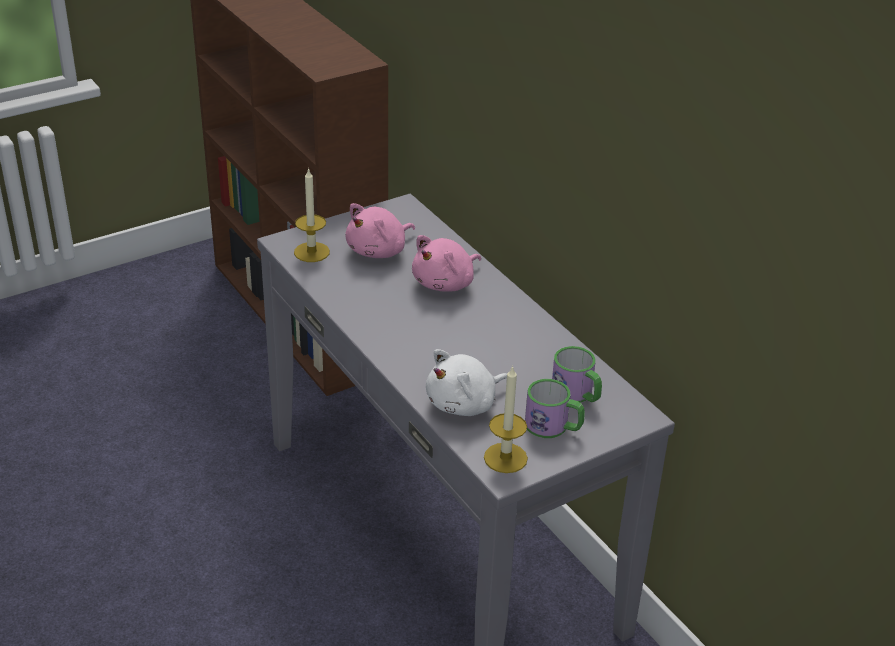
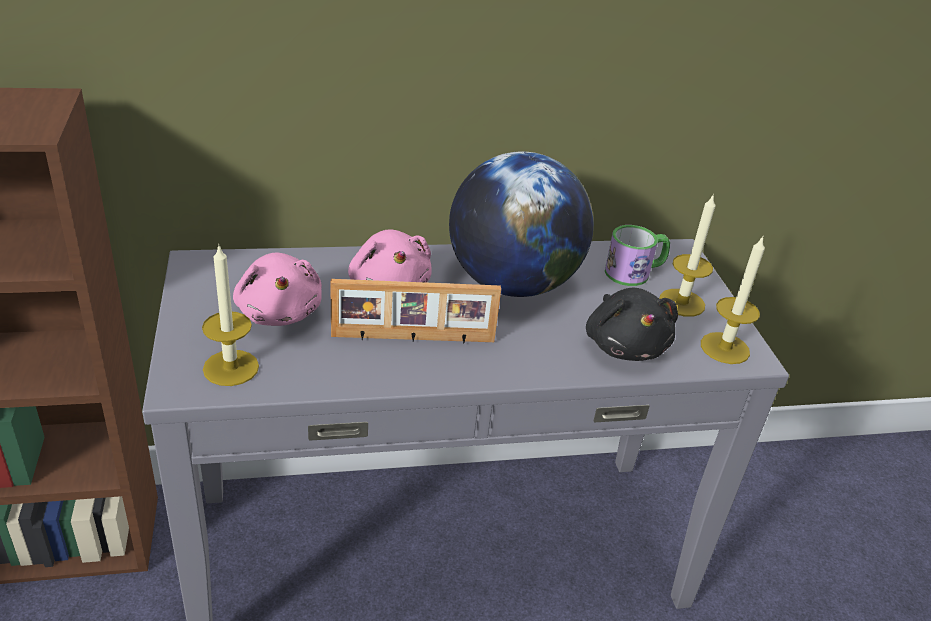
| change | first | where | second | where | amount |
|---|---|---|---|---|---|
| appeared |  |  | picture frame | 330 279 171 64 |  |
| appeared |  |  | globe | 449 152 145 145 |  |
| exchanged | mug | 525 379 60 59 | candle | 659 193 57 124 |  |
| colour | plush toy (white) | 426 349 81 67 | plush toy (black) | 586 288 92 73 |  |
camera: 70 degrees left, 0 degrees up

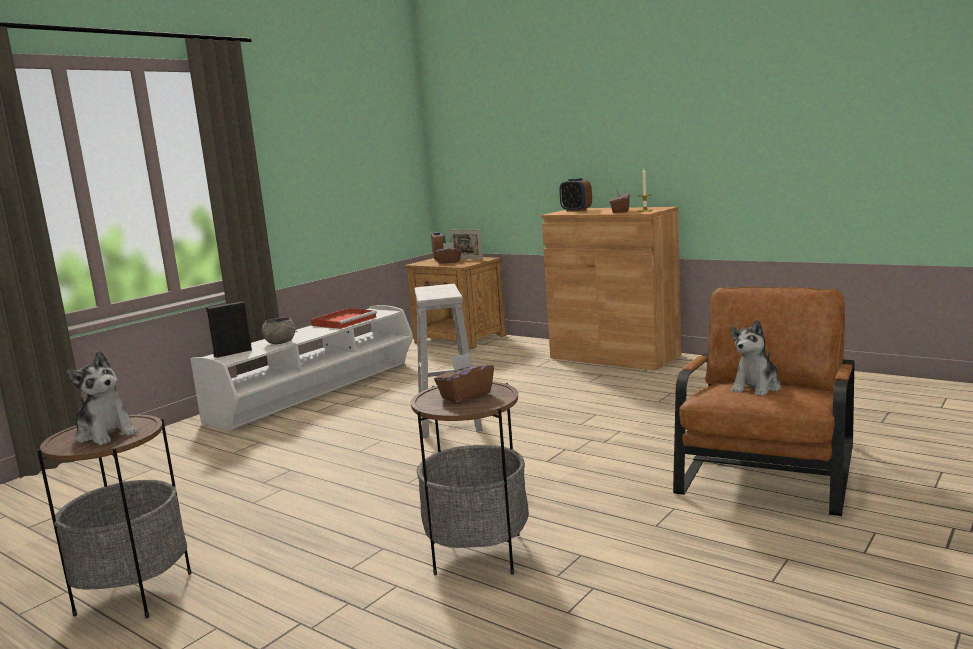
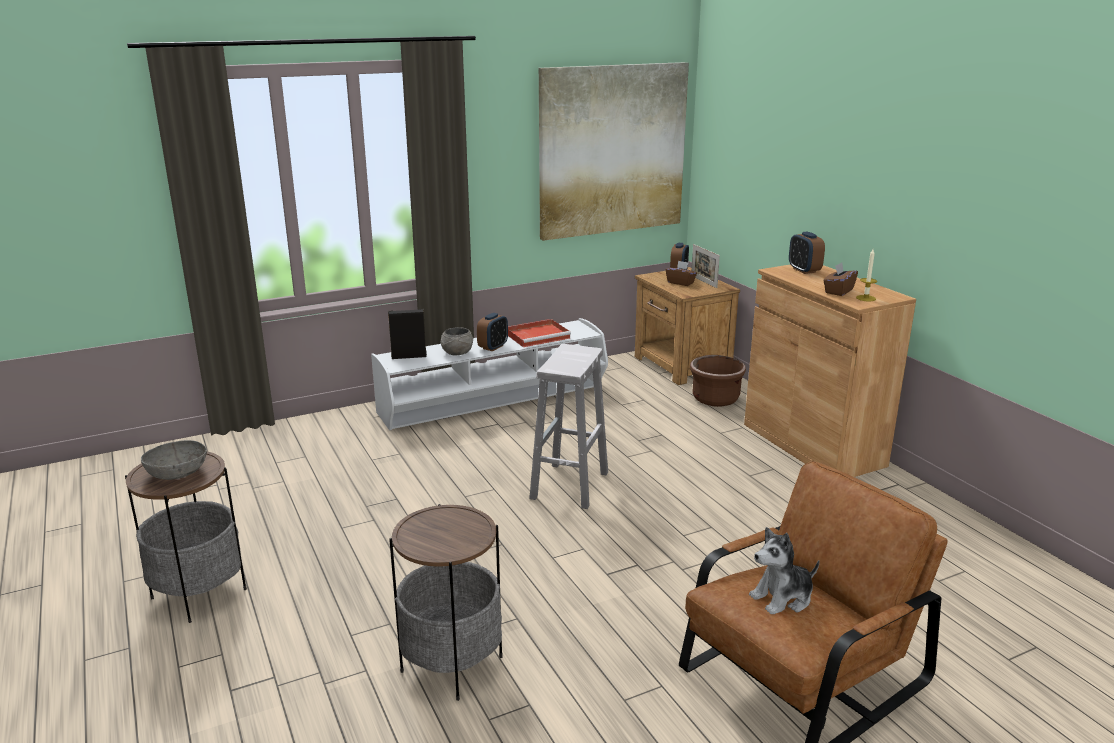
| change | first | where | second | where | amount |
|---|---|---|---|---|---|
| missing | tissue box (brown) | 434 353 60 50 |  |  |  |
| appeared |  |  | alarm clock | 477 313 31 38 |  |
| appeared |  |  | picture | 539 62 150 179 |  |
| appeared |  |  | planter (brown) | 690 355 56 52 |  |
| exchanged | plush toy | 66 351 72 94 | bowl (grey) | 141 440 66 40 |  |
camera: 25 degrees right, 10 degrees up

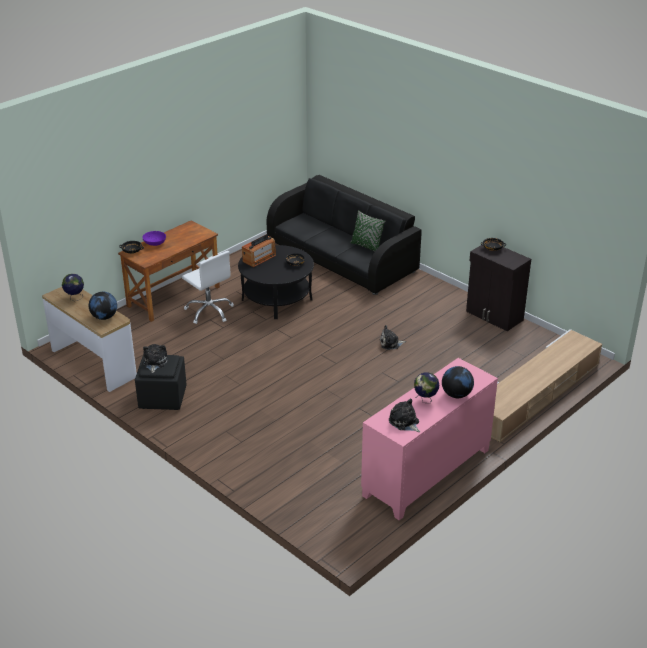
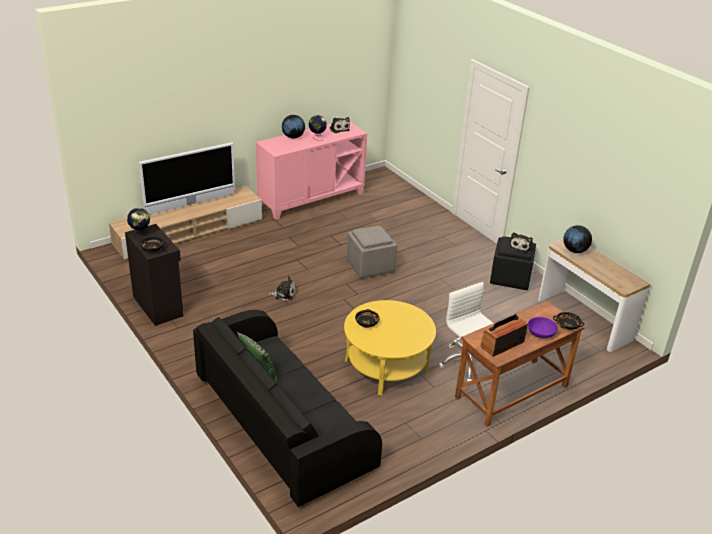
| change | first | where | second | where | amount |
|---|---|---|---|---|---|
| appeared |  |  | television | 139 142 96 72 |  |
| appeared |  |  | ottoman (grey) | 347 226 50 53 |  |
| relocated | globe | 62 274 22 27 |  | 127 208 23 29 |  |
| relocated | radio | 242 234 34 33 |  | 480 314 48 43 |  |
| colour | coffee table (black) | 238 245 76 74 | coffee table (yellow) | 344 300 92 95 |  |
camera: 170 degrees left, 0 degrees up

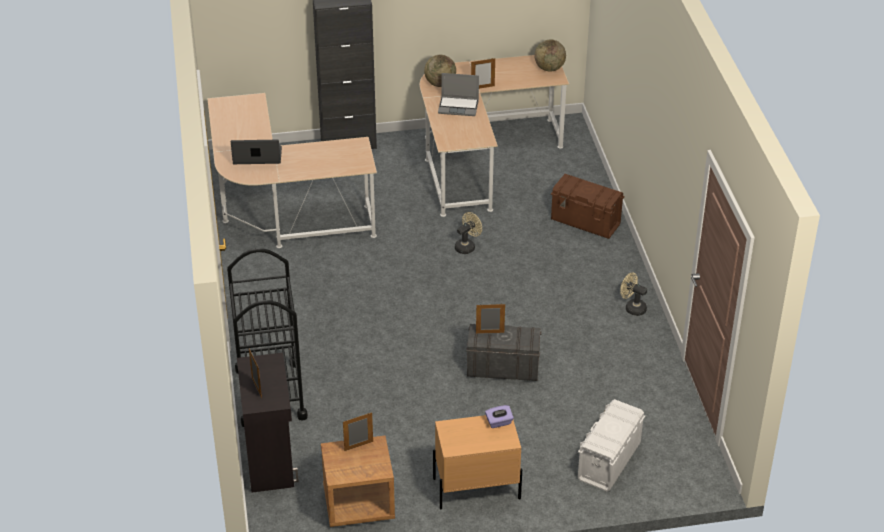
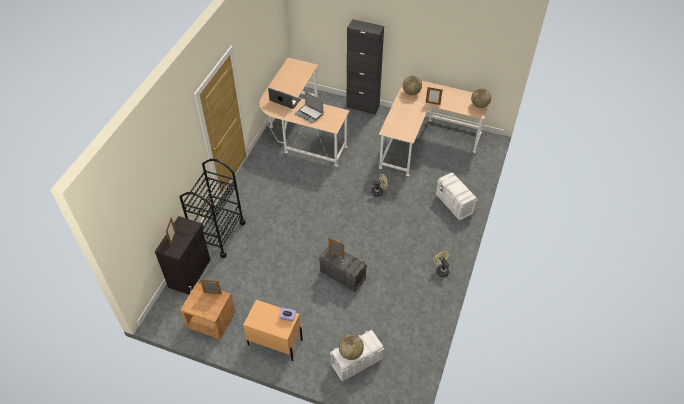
| change | first | where | second | where | amount |
|---|---|---|---|---|---|
| appeared |  |  | globe | 339 334 25 26 |  |
| relocated | laptop | 438 73 41 43 |  | 295 92 28 31 |  |
| colour | storage box (brown) | 551 174 74 65 | storage box (white) | 436 173 42 47 |  |
camera: 30 degrees right, 10 degrees up

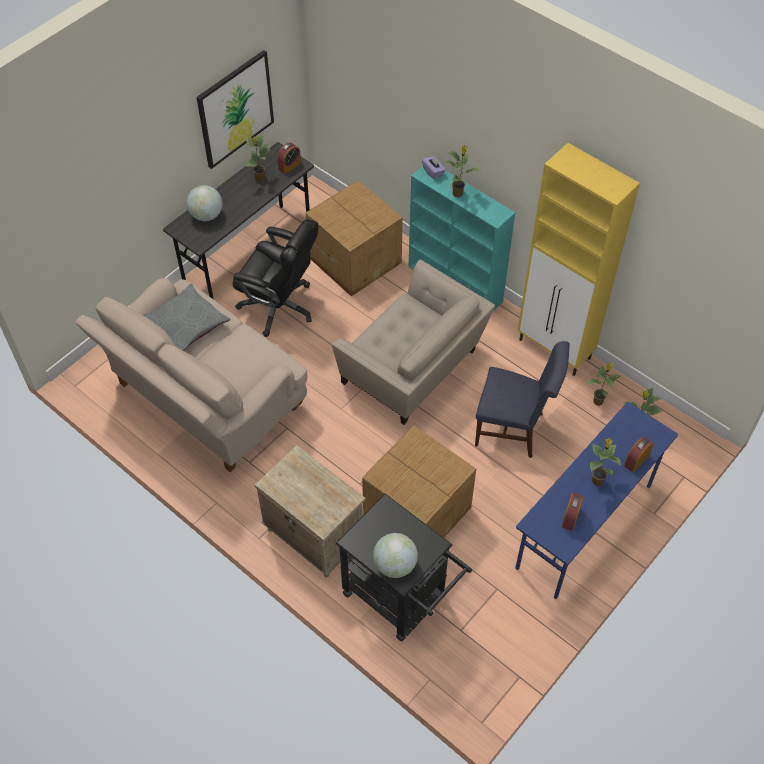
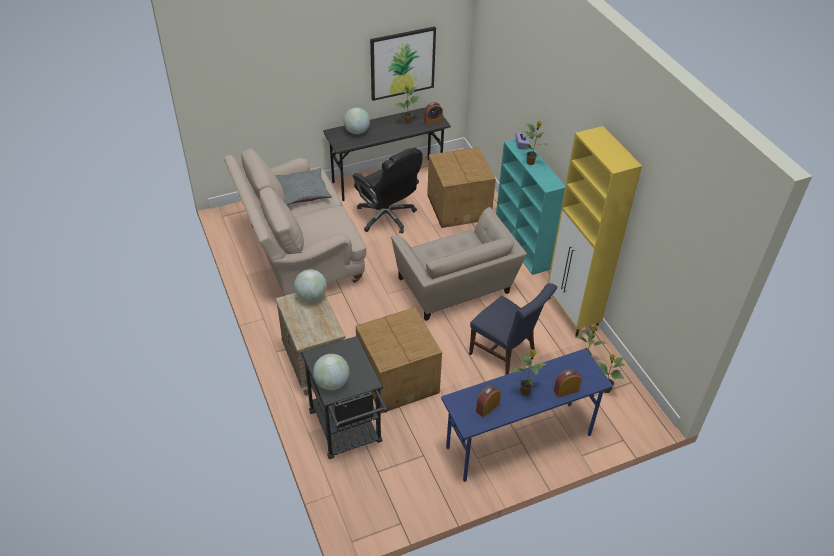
| change | first | where | second | where | amount |
|---|---|---|---|---|---|
| appeared |  |  | globe | 294 269 33 33 |  |
camera: 25 degrees right, 10 degrees down

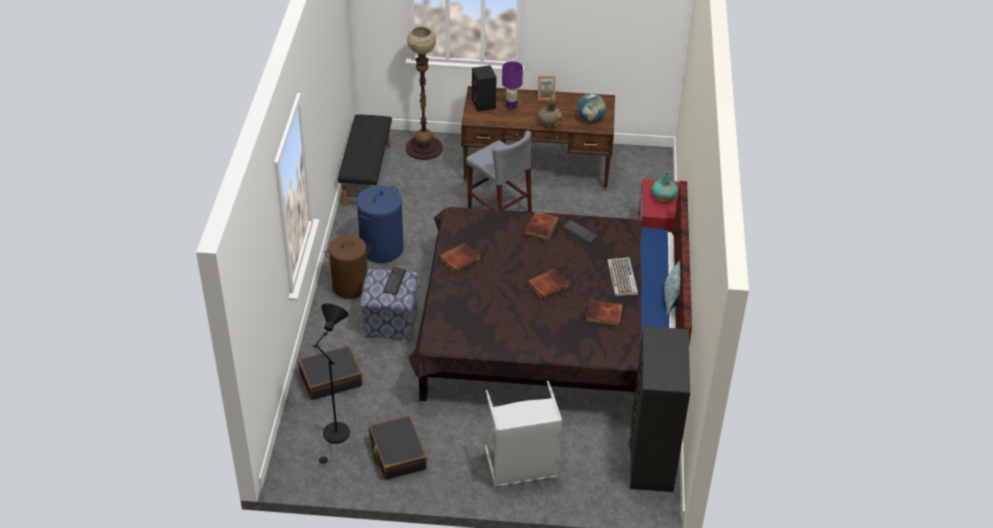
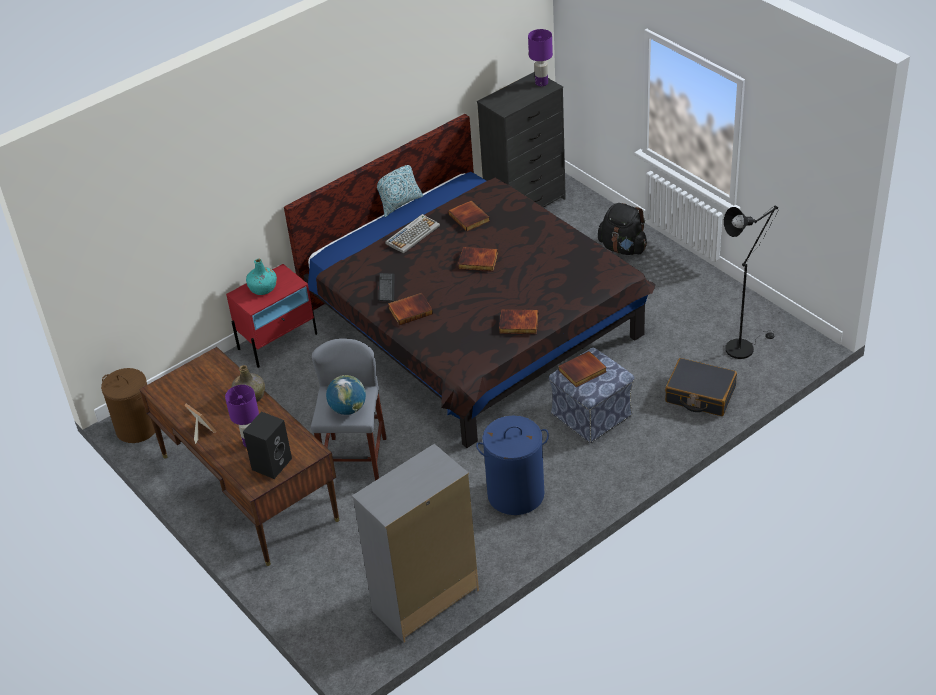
| change | first | where | second | where | amount |
|---|---|---|---|---|---|
| missing | suitcase (black) | 369 416 58 64 |  |  |  |
| missing | floor lamp | 406 27 37 133 |  |  |  |
| appeared |  |  | table lamp (purple) | 528 29 25 57 |  |
| relocated | laundry basket (brown) | 325 235 46 64 |  | 101 368 54 75 |  |
| relocated | globe | 577 94 29 29 |  | 326 375 40 40 |  |
| exchanged | bench (black) | 338 114 54 92 | dresser (grey) | 352 444 127 199 |  |
| exchanged | keyboard | 384 267 22 28 | book | 558 351 49 36 |  |
| exchanged | laundry basket (grey) | 485 381 77 106 | backpack (black) | 598 203 49 52 |  |
camera: 130 degrees left, 0 degrees up

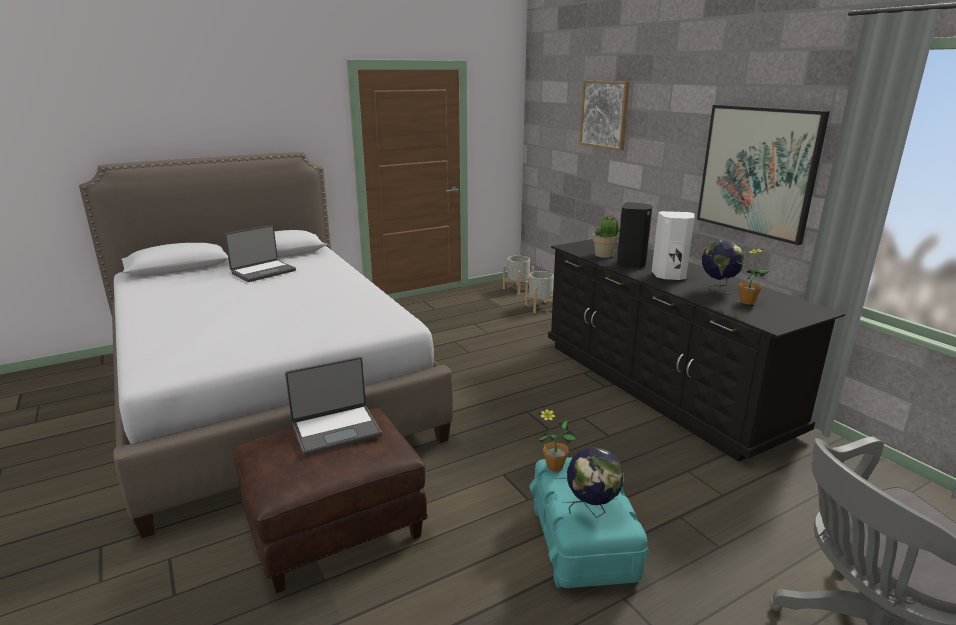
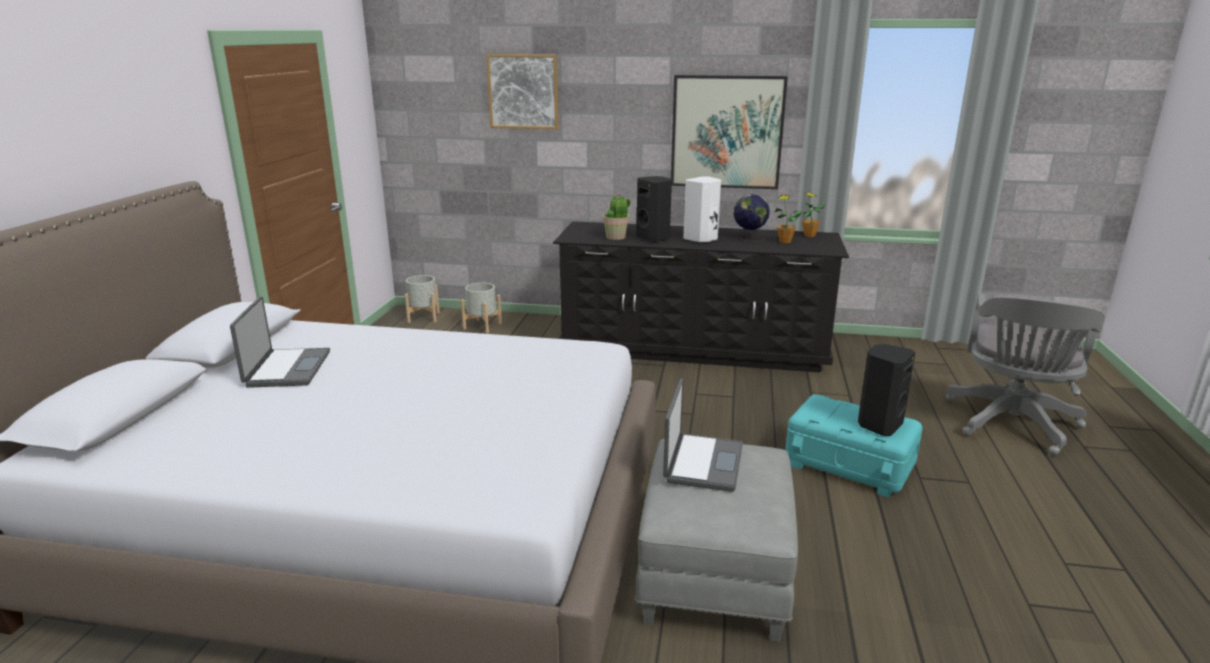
| change | first | where | second | where | amount |
|---|---|---|---|---|---|
| relocated | potted plant | 538 409 39 62 |  | 802 192 24 45 |  |
| exchanged | globe | 567 447 56 71 | speaker (black) | 858 344 57 92 |  |
| colour | ottoman (brown) | 233 408 195 185 | ottoman (grey) | 635 439 163 203 |  |
camera: 50 degrees left, 0 degrees up

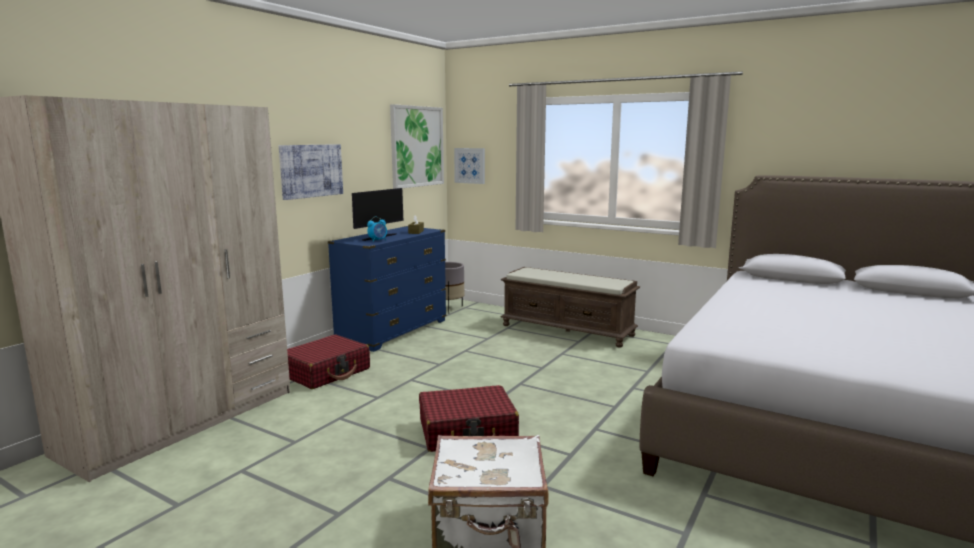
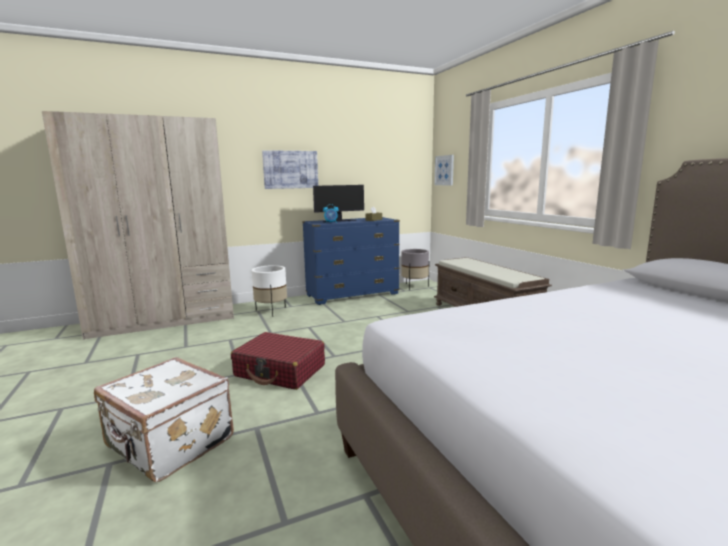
| change | first | where | second | where | amount |
|---|---|---|---|---|---|
| missing | picture | 390 104 54 85 |  |  |  |
| exchanged | suitcase (red) | 287 335 83 54 | planter (white) | 252 265 35 52 |  |
camera: 35 degrees right, 0 degrees up

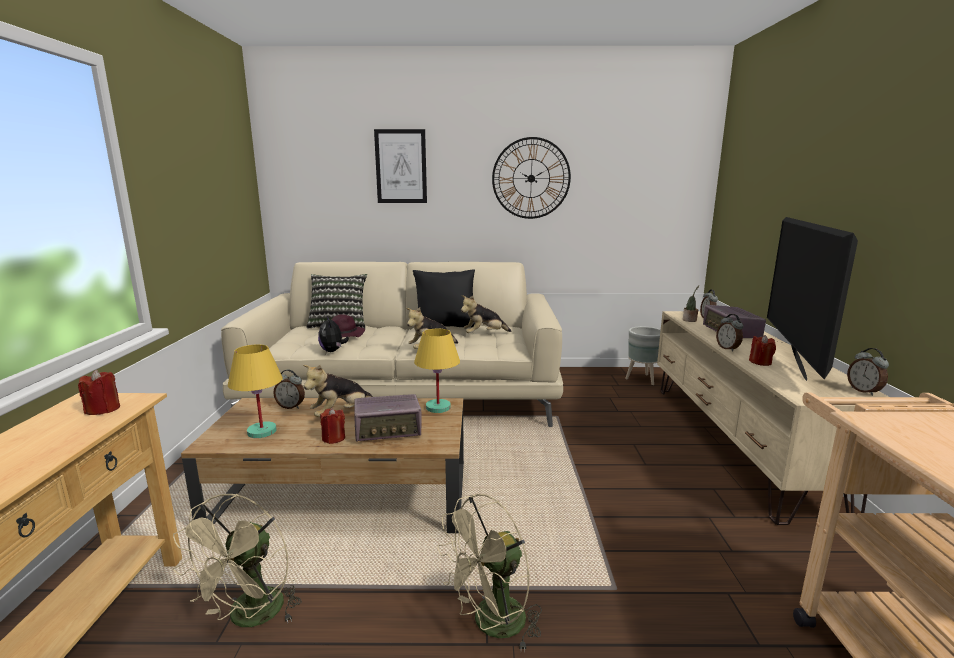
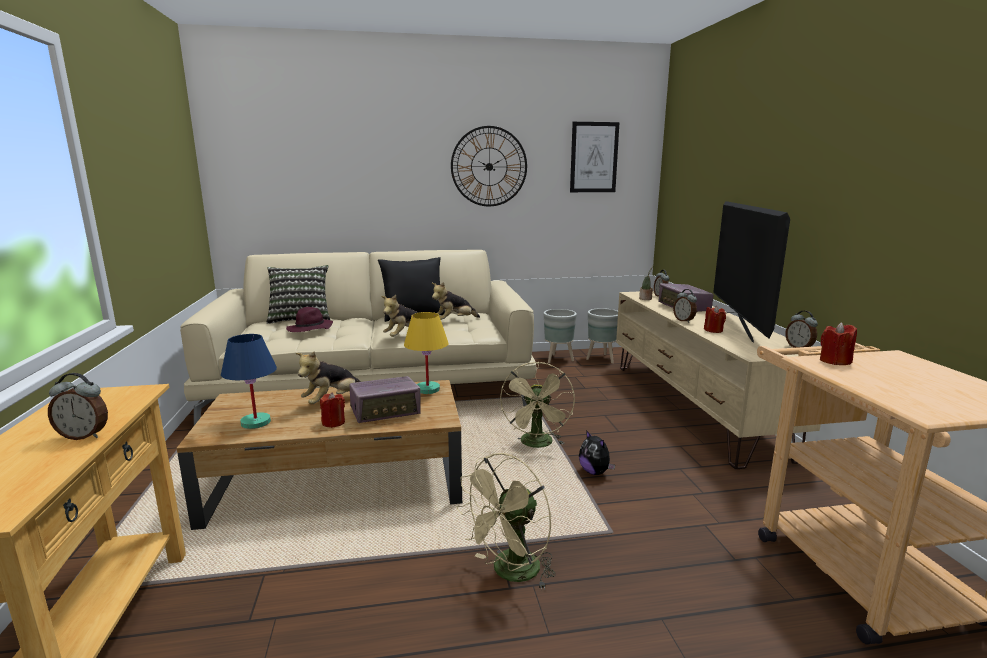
| change | first | where | second | where | amount |
|---|---|---|---|---|---|
| appeared |  |  | planter (grey) | 544 309 33 54 |  |
| relocated | candle (red) | 78 370 42 45 |  | 820 322 37 43 |  |
| relocated | fan (beige) | 173 494 129 133 |  | 500 362 75 86 |  |
| relocated | alarm clock | 273 370 32 39 |  | 48 373 60 67 |  |
| relocated | plush toy | 318 315 31 37 |  | 579 430 36 45 |  |
| relocated | picture | 374 129 53 74 |  | 570 122 49 70 |  |
| colour | table lamp (yellow) | 228 344 55 94 | table lamp (blue) | 221 334 56 95 |  |
camera: 10 degrees left, 0 degrees up

